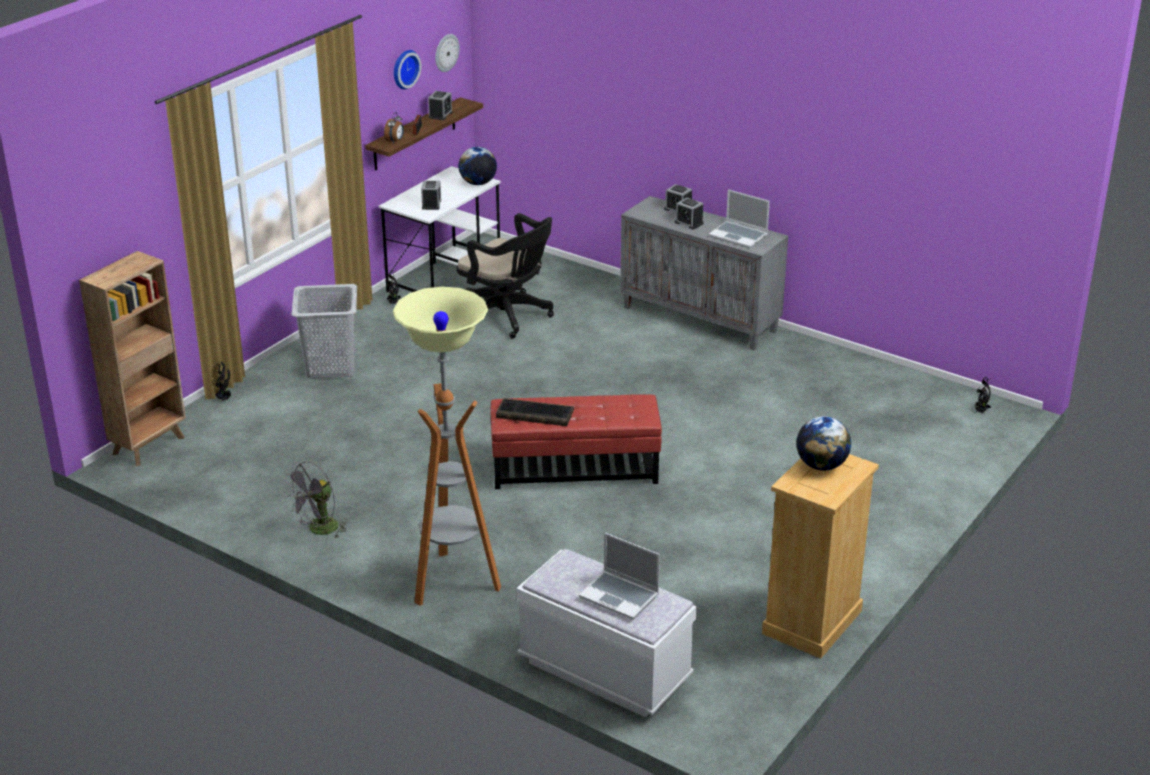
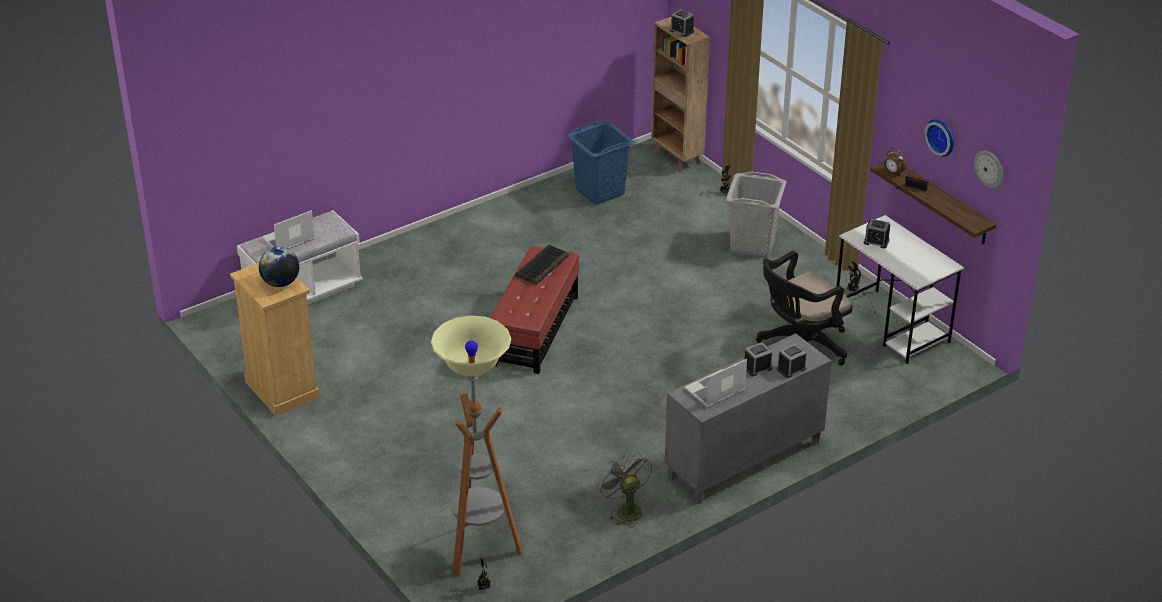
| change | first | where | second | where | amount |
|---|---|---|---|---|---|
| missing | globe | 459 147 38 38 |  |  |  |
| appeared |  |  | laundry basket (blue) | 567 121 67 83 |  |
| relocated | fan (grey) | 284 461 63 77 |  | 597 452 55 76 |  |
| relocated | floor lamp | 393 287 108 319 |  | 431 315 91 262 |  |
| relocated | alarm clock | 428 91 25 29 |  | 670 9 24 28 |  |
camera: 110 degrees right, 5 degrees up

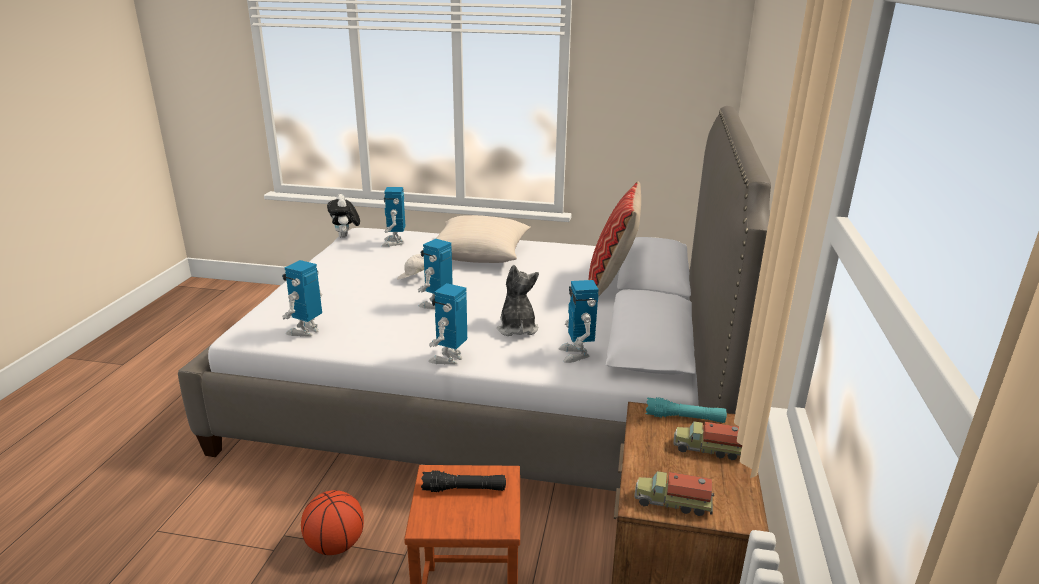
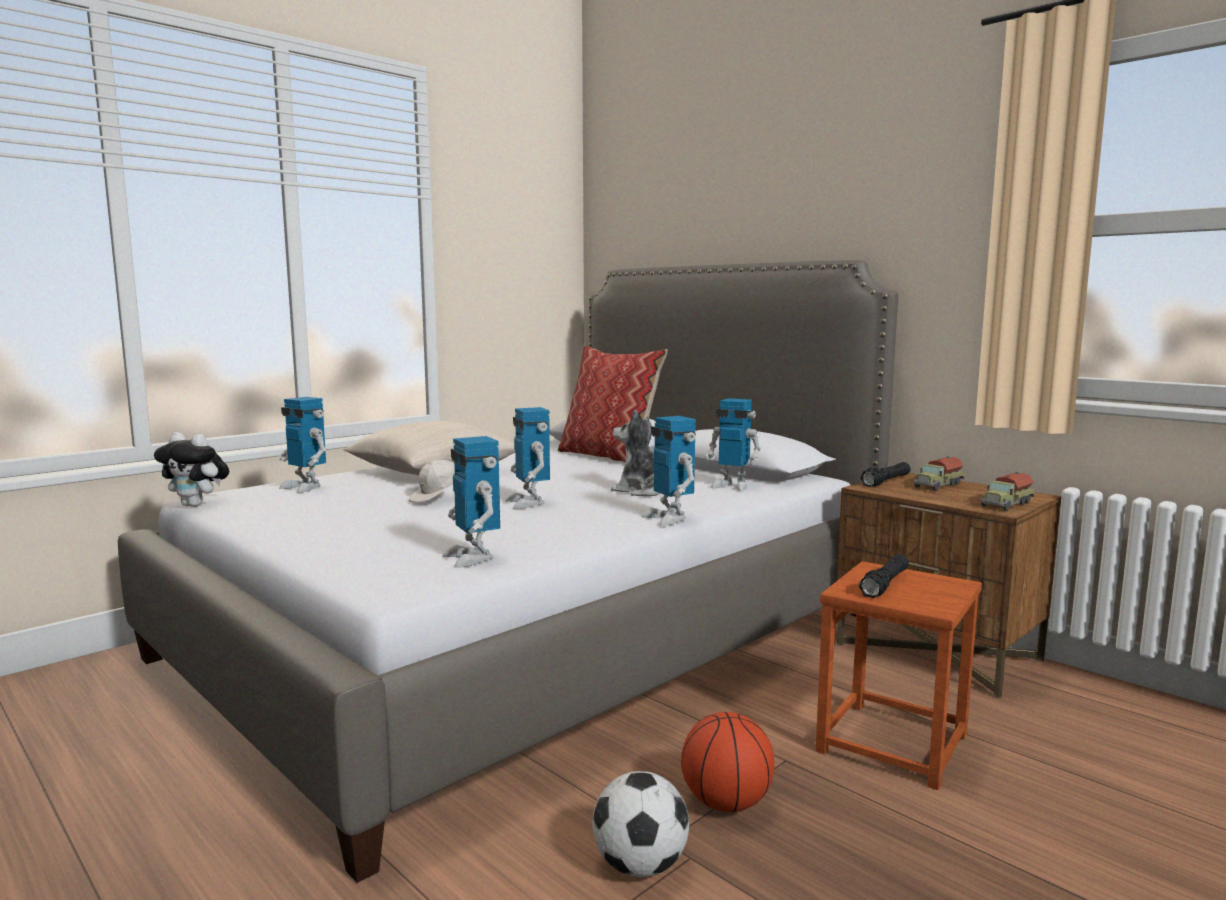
| change | first | where | second | where | amount |
|---|---|---|---|---|---|
| appeared |  |  | football | 592 771 97 106 |  |
| colour | flashlight (turquoise) | 646 397 81 26 | flashlight (black) | 860 462 51 25 |  |
camera: 55 degrees left, 15 degrees down

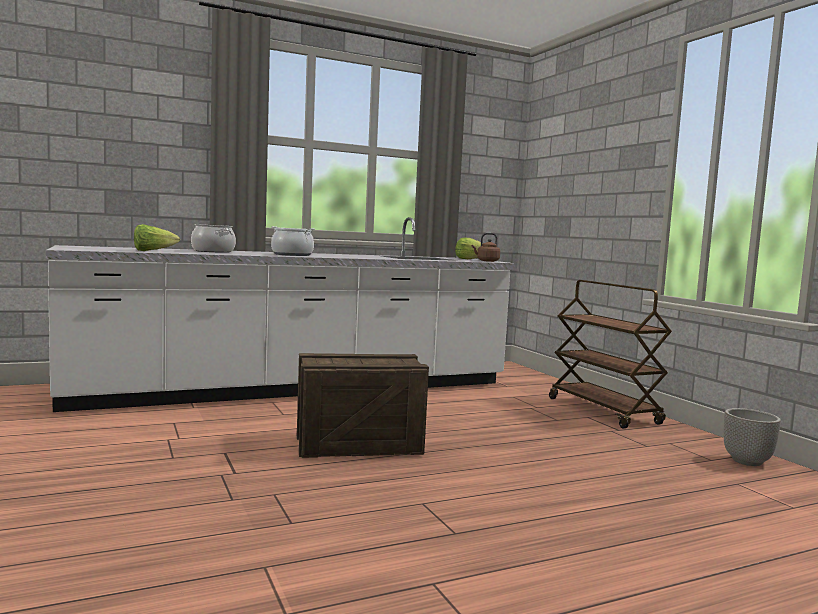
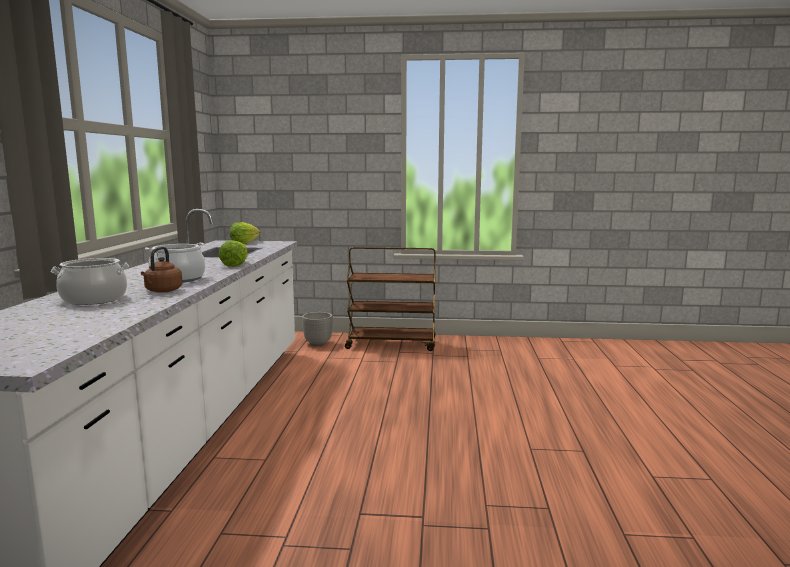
| change | first | where | second | where | amount |
|---|---|---|---|---|---|
| missing | crate | 297 353 132 105 |  |  |  |
| relocated | lettuce | 134 224 46 27 |  | 218 240 30 27 |  |
| relocated | kettle (brown) | 472 233 28 29 |  | 141 247 41 46 |  |
| relocated | planter | 724 408 57 58 |  | 302 312 31 34 |  |
camera: 60 degrees left, 5 degrees up

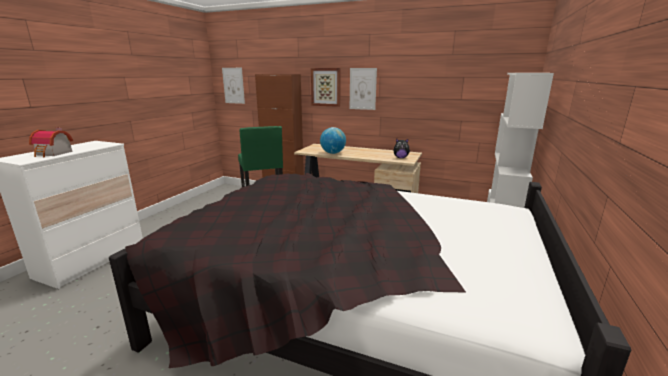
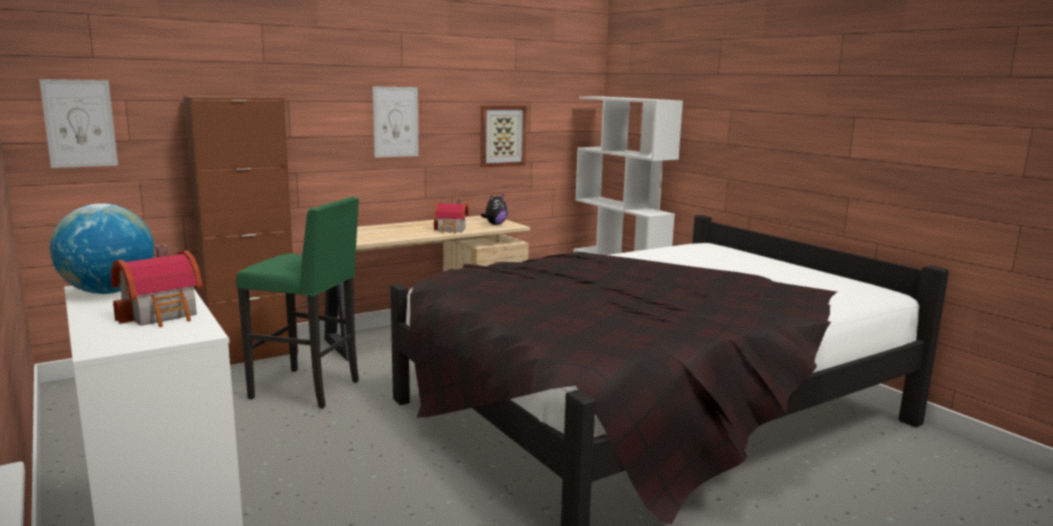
| change | first | where | second | where | amount |
|---|---|---|---|---|---|
| appeared |  |  | toy house | 434 200 35 34 |  |
| relocated | picture | 311 68 30 39 |  | 480 106 47 61 |  |
| relocated | globe | 320 127 26 27 |  | 50 203 104 91 |  |
camera: 55 degrees left, 5 degrees down

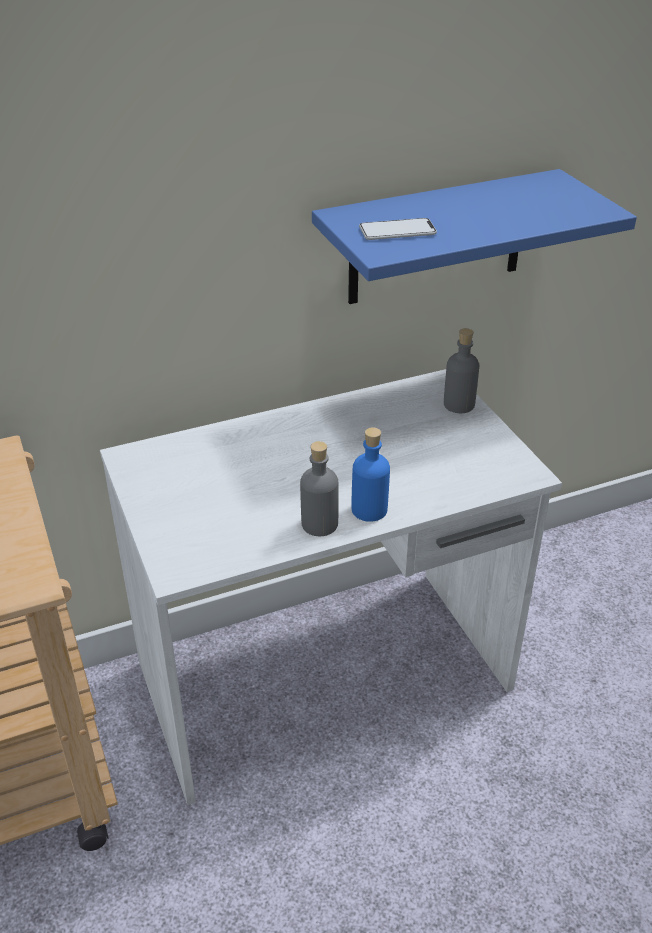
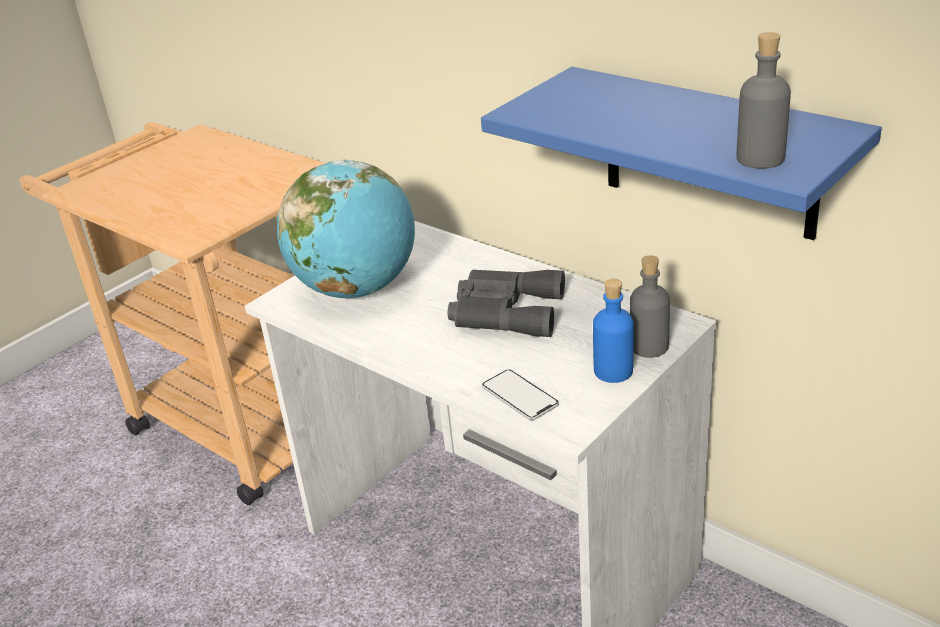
| change | first | where | second | where | amount |
|---|---|---|---|---|---|
| appeared |  |  | globe | 277 159 138 139 |  |
| appeared |  |  | binoculars (grey) | 448 270 117 67 |  |
| relocated | bottle (grey) | 300 441 39 95 |  | 737 32 54 137 |  |
| relocated | bottle (blue) | 351 427 39 95 |  | 593 279 41 104 |  |
| relocated | phone | 359 218 78 22 |  | 482 369 77 51 |  |
camera: 65 degrees right, 5 degrees down

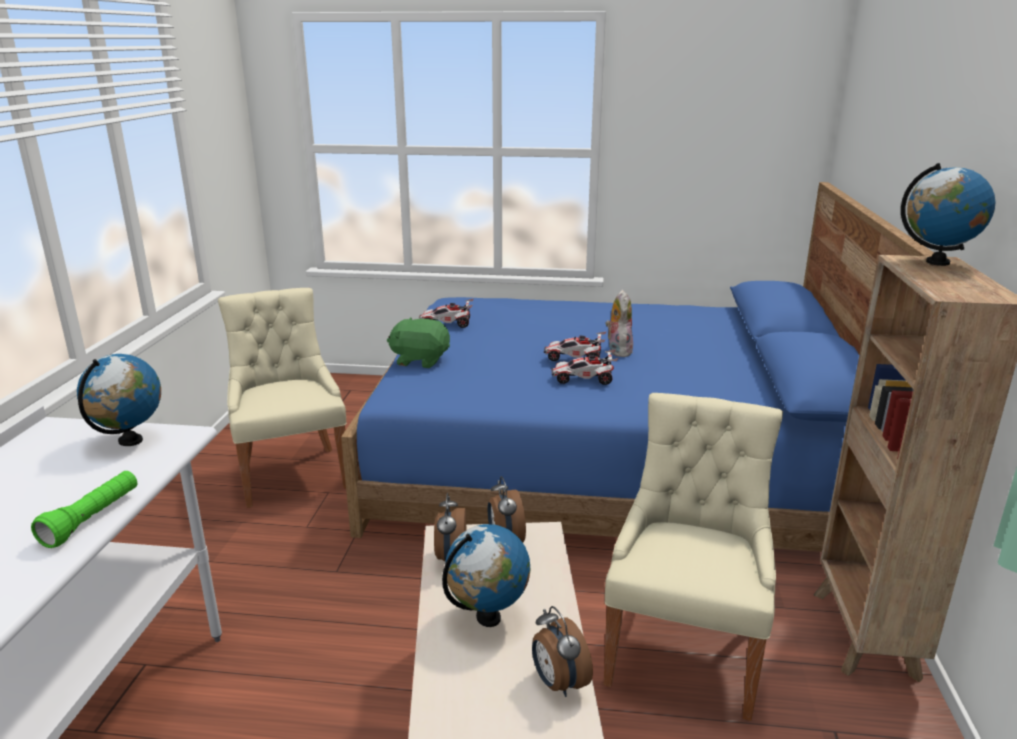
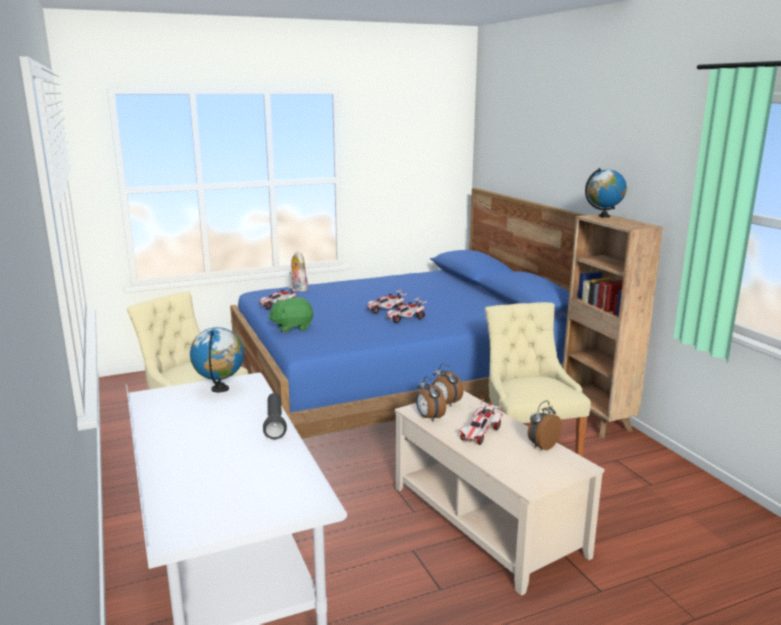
| change | first | where | second | where | amount |
|---|---|---|---|---|---|
| relocated | plush toy | 605 290 28 67 |  | 290 251 19 41 |  |
| exchanged | globe | 442 524 89 103 | toy car | 459 399 44 46 |  |
| colour | flashlight (green) | 31 471 106 77 | flashlight (black) | 263 393 24 46 |  |
| spun | alarm clock | 532 606 61 91 |  | 528 401 34 49 | 105 degrees clockwise |
camera: 30 degrees left, 5 degrees down

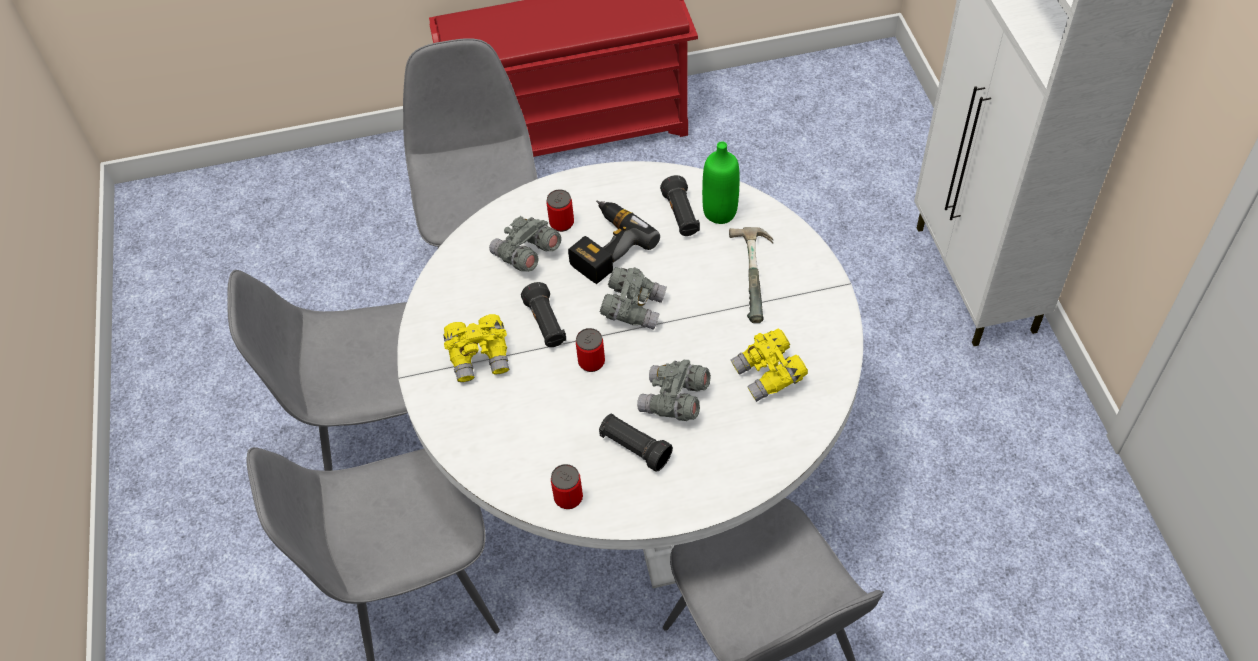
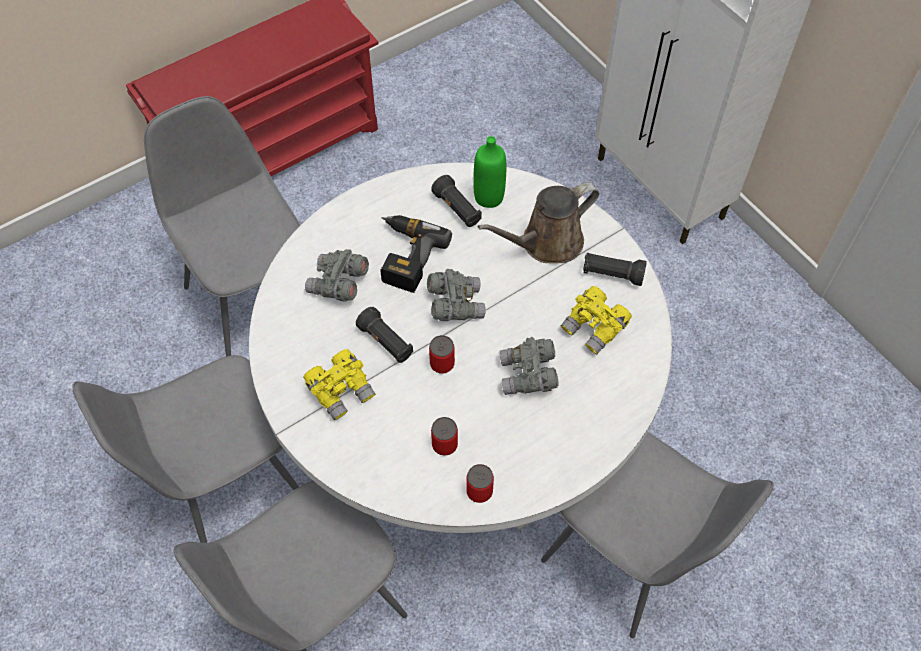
| change | first | where | second | where | amount |
|---|---|---|---|---|---|
| relocated | can | 546 190 28 42 |  | 431 417 27 38 |  |
| relocated | flashlight (black) | 599 414 74 57 |  | 583 253 64 33 |  |
| exchanged | hammer | 729 227 45 96 | watering can (brown) | 478 183 121 80 |  |
camera: 25 degrees left, 5 degrees up

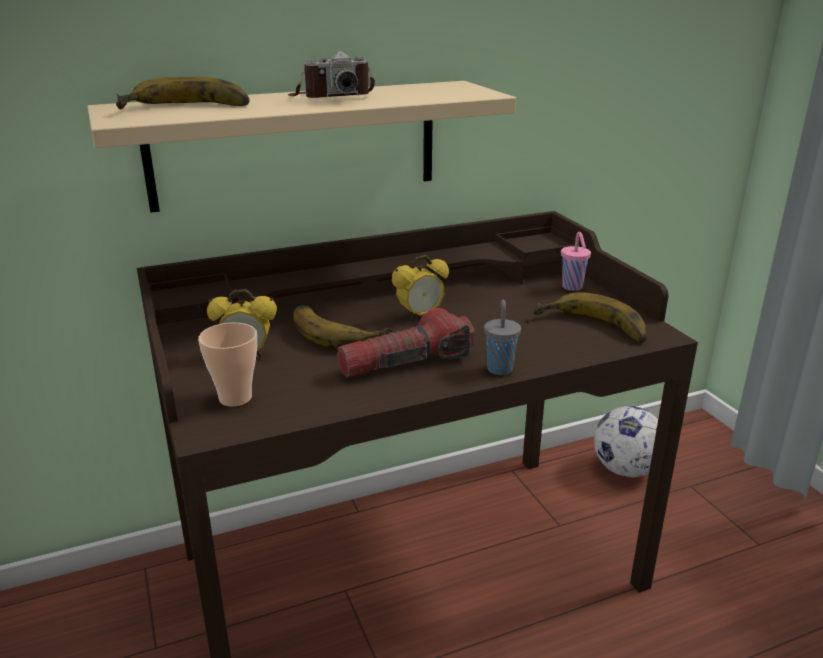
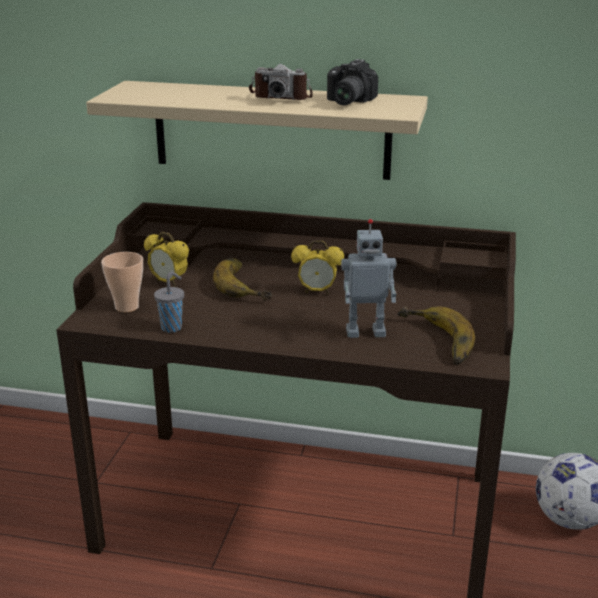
| change | first | where | second | where | amount |
|---|---|---|---|---|---|
| missing | banana | 116 77 133 32 |  |  |  |
| missing | flashlight | 337 308 138 70 |  |  |  |
| missing | cup (pink) | 561 232 30 59 |  |  |  |
| appeared |  |  | photo camera | 327 59 51 46 |  |
| appeared |  |  | toy robot | 341 219 55 119 |  |
| relocated | cup (grey) | 484 299 37 76 |  | 154 272 30 61 |  |
camera: 35 degrees right, 0 degrees up

